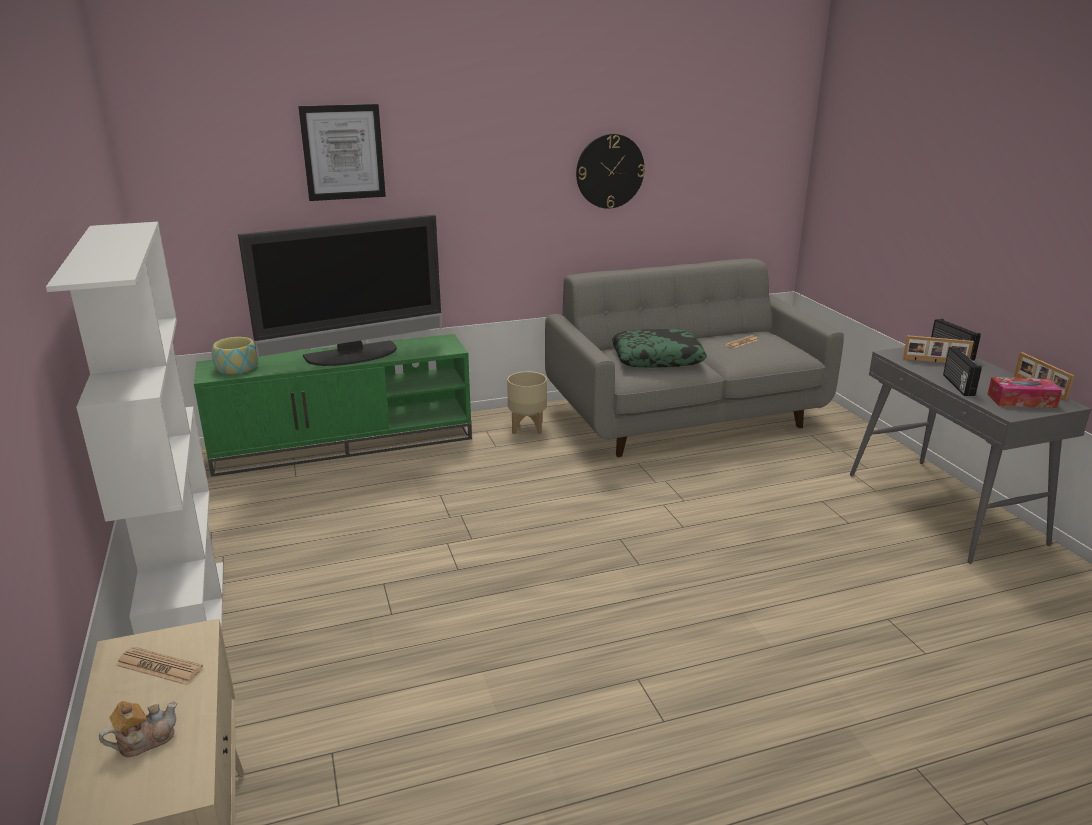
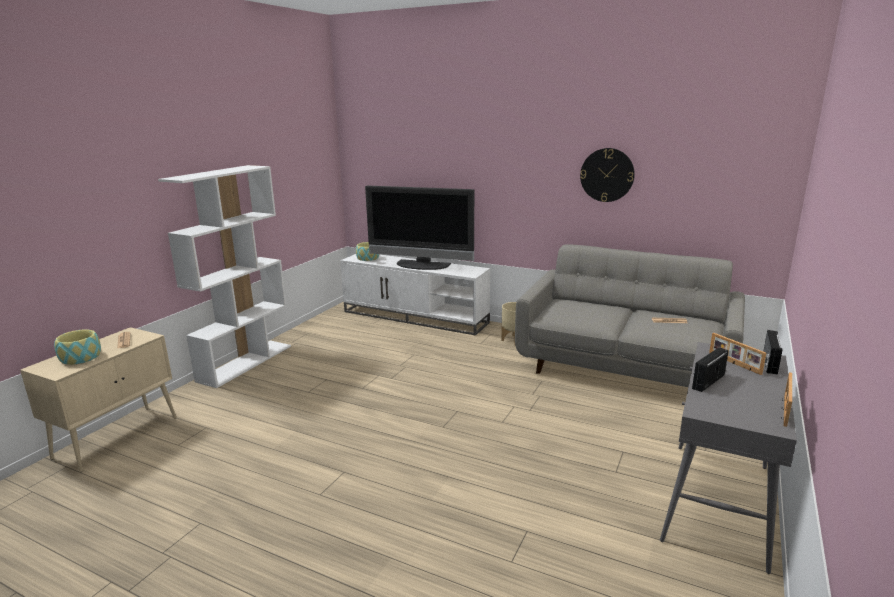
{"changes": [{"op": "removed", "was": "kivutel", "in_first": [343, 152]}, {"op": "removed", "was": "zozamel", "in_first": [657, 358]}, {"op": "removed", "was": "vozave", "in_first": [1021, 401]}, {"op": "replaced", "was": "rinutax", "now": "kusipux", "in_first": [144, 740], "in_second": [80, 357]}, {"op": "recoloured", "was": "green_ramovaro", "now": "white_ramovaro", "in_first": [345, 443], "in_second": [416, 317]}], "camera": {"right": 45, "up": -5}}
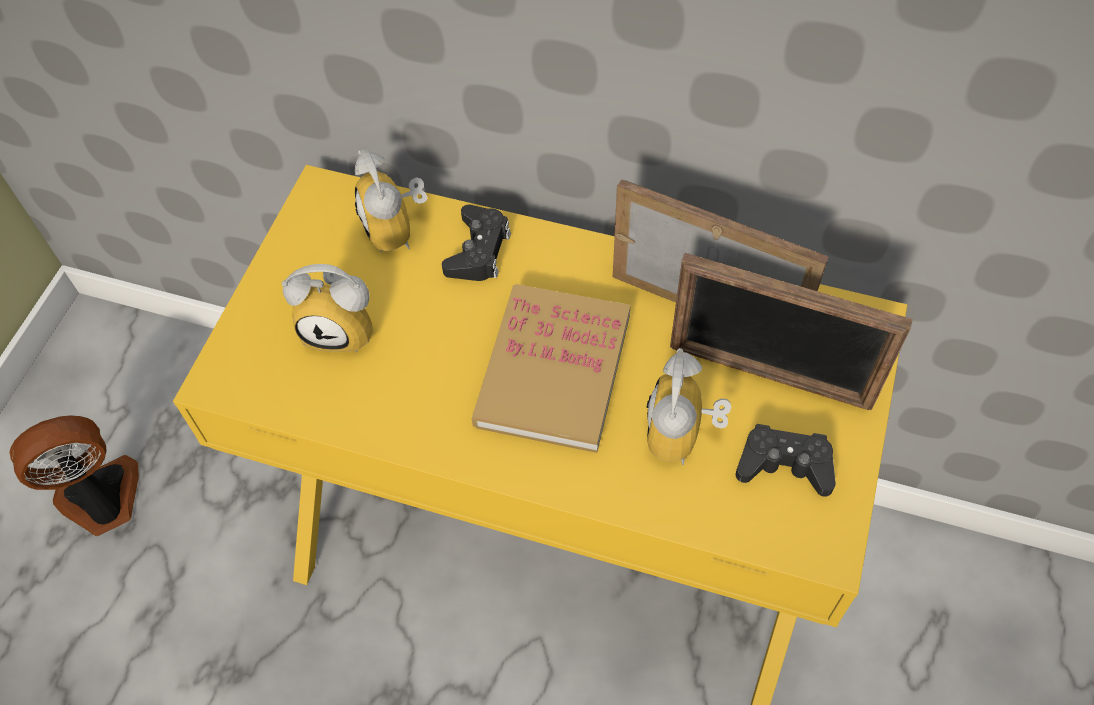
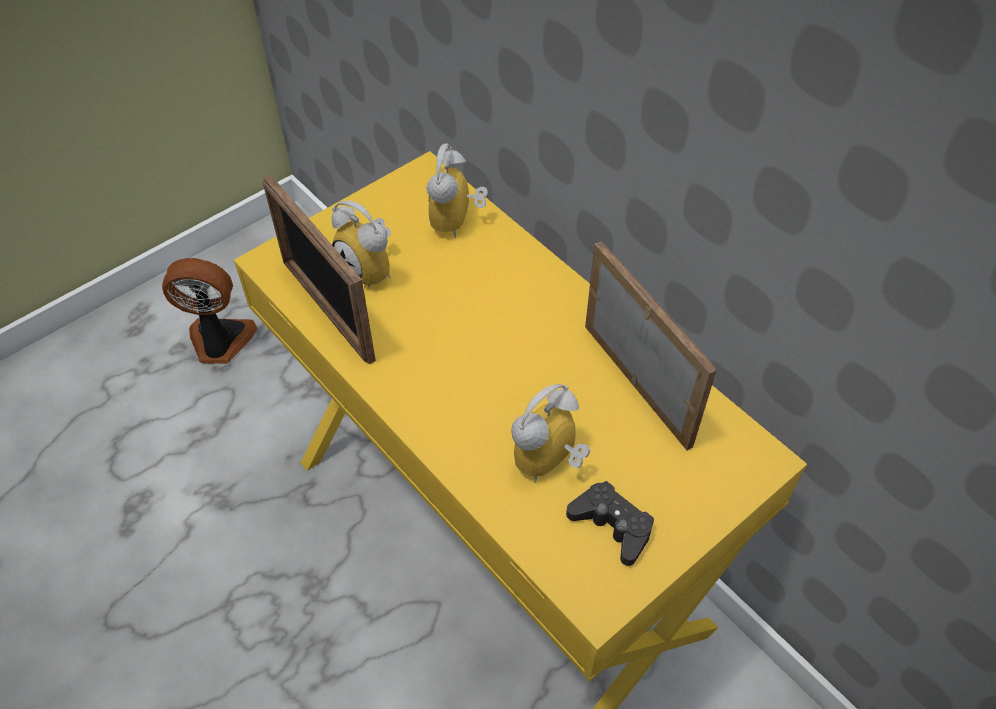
{"changes": [{"op": "removed", "was": "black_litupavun", "in_first": [478, 250]}, {"op": "removed", "was": "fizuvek", "in_first": [553, 370]}, {"op": "moved", "was": "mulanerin", "in_first": [769, 375], "in_second": [327, 309]}], "camera": {"right": 30, "up": -5}}
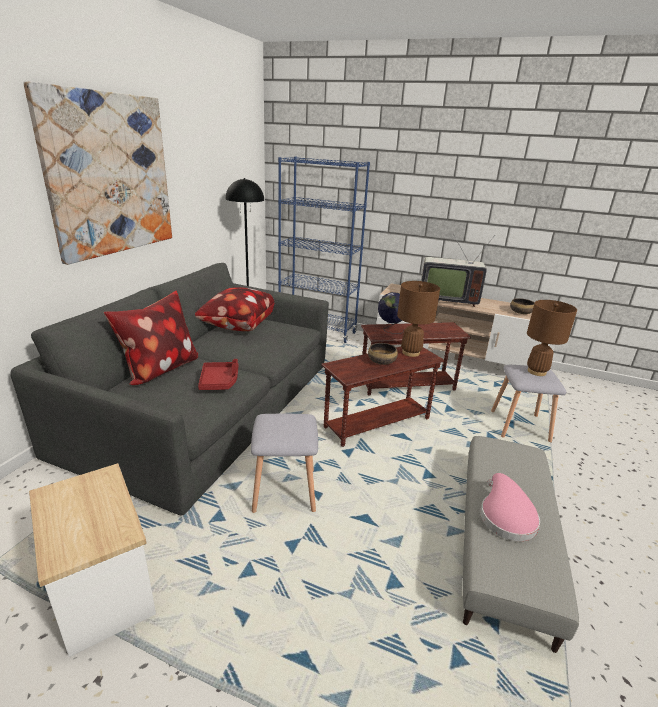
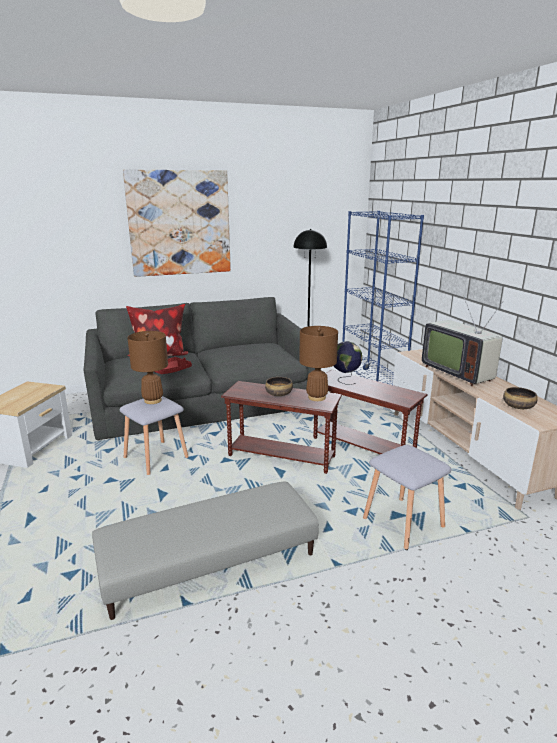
{"changes": [{"op": "removed", "was": "zozamel", "in_first": [236, 326]}, {"op": "removed", "was": "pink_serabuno", "in_first": [505, 516]}, {"op": "moved", "was": "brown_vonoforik", "in_first": [536, 371], "in_second": [153, 400]}], "camera": {"right": 50, "up": -5}}
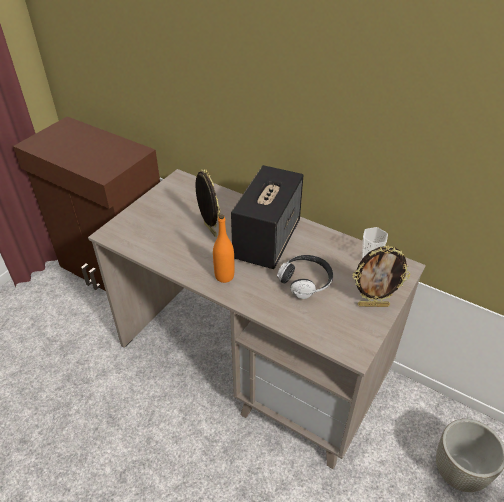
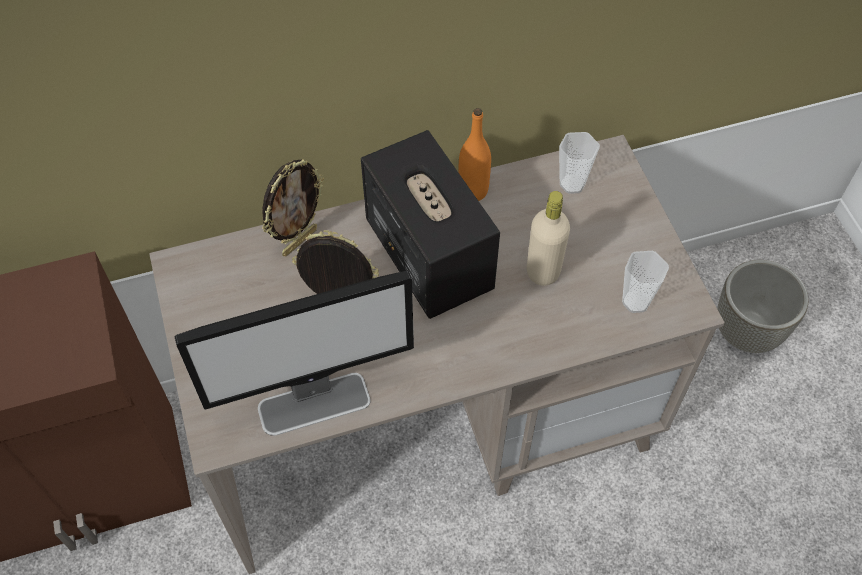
{"changes": [{"op": "added", "now": "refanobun", "in_second": [315, 403]}, {"op": "added", "now": "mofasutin", "in_second": [635, 302]}, {"op": "moved", "was": "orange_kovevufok", "in_first": [224, 276], "in_second": [473, 191]}, {"op": "moved", "was": "mulanerin", "in_first": [373, 305], "in_second": [299, 241]}, {"op": "replaced", "was": "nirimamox", "now": "beige_kovevufok", "in_first": [305, 282], "in_second": [543, 271]}], "camera": {"right": -50, "up": 15}}
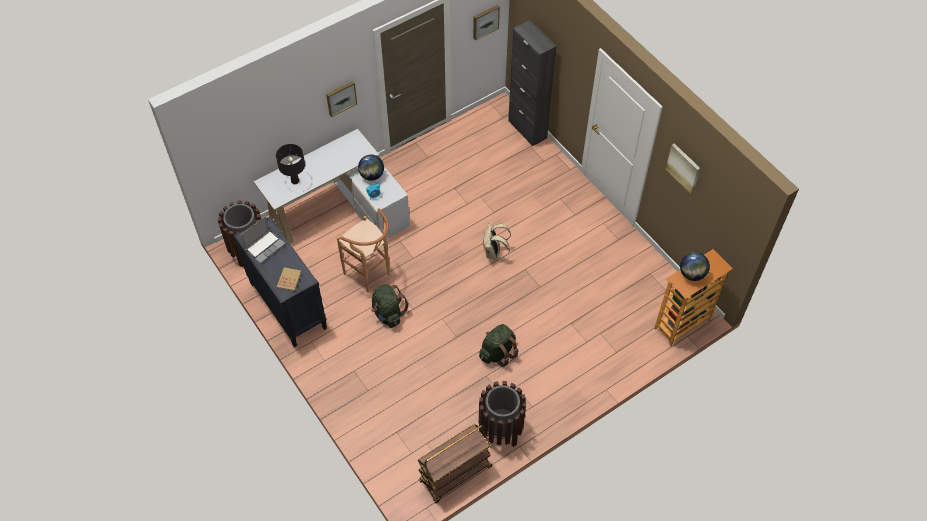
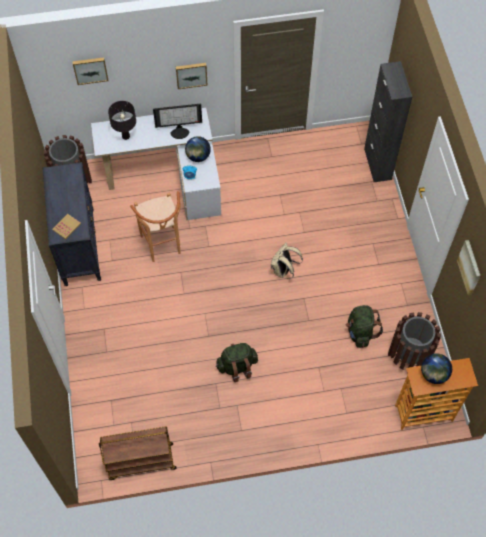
{"changes": [{"op": "removed", "was": "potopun", "in_first": [265, 246]}, {"op": "added", "now": "refanobun", "in_second": [180, 131]}, {"op": "moved", "was": "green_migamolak", "in_first": [388, 314], "in_second": [360, 332]}, {"op": "moved", "was": "kivutel", "in_first": [485, 21], "in_second": [90, 69]}, {"op": "moved", "was": "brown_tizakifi", "in_first": [500, 430], "in_second": [408, 357]}], "camera": {"right": 25, "up": 5}}
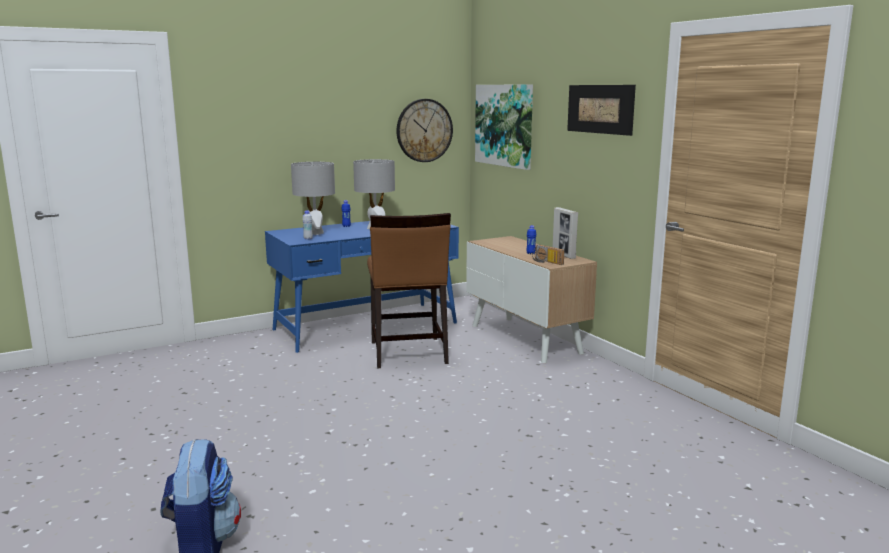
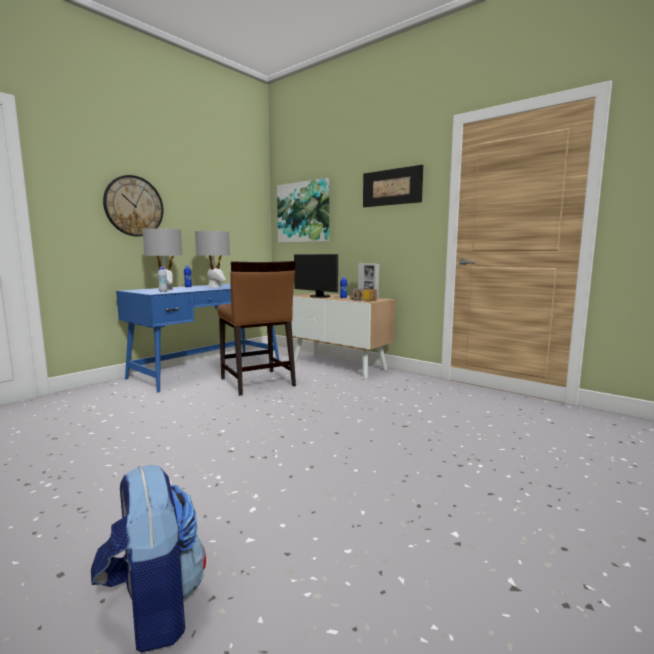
{"changes": [{"op": "added", "now": "refanobun", "in_second": [318, 296]}, {"op": "moved", "was": "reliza", "in_first": [424, 130], "in_second": [134, 206]}], "camera": {"right": -20, "up": -5}}
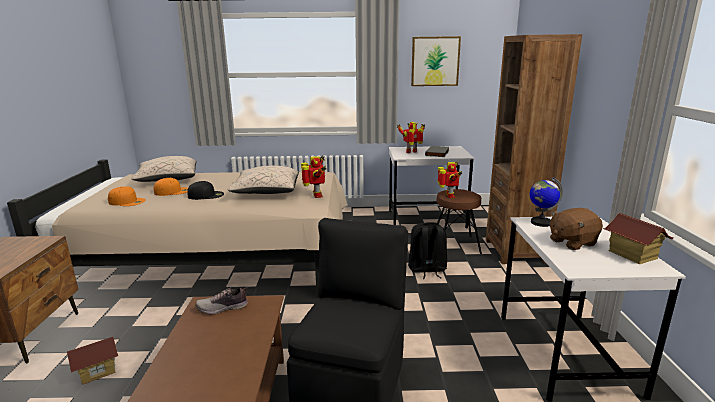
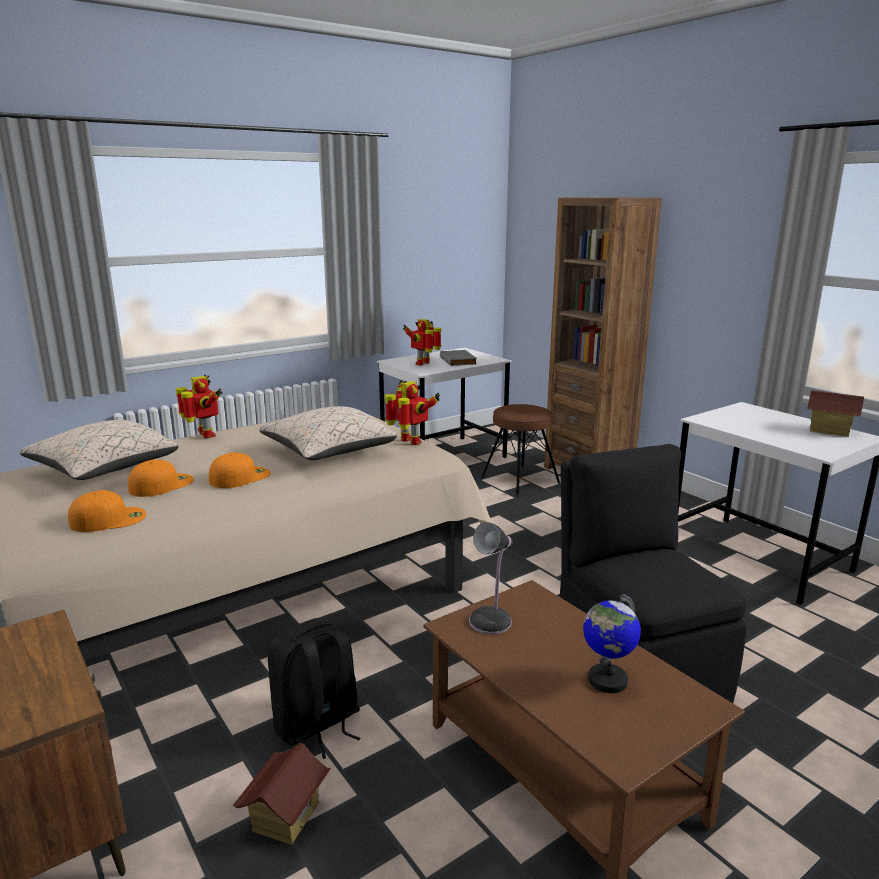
{"changes": [{"op": "removed", "was": "kivutel", "in_first": [435, 61]}, {"op": "removed", "was": "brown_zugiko", "in_first": [572, 242]}, {"op": "moved", "was": "black_migamolak", "in_first": [427, 270], "in_second": [317, 725]}, {"op": "moved", "was": "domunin", "in_first": [449, 196], "in_second": [205, 435]}, {"op": "moved", "was": "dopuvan", "in_first": [540, 222], "in_second": [607, 680]}, {"op": "replaced", "was": "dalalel", "now": "vonoforik", "in_first": [223, 308], "in_second": [492, 620]}, {"op": "recoloured", "was": "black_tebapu", "now": "orange_tebapu", "in_first": [206, 195], "in_second": [240, 477]}], "camera": {"right": -35, "up": 0}}
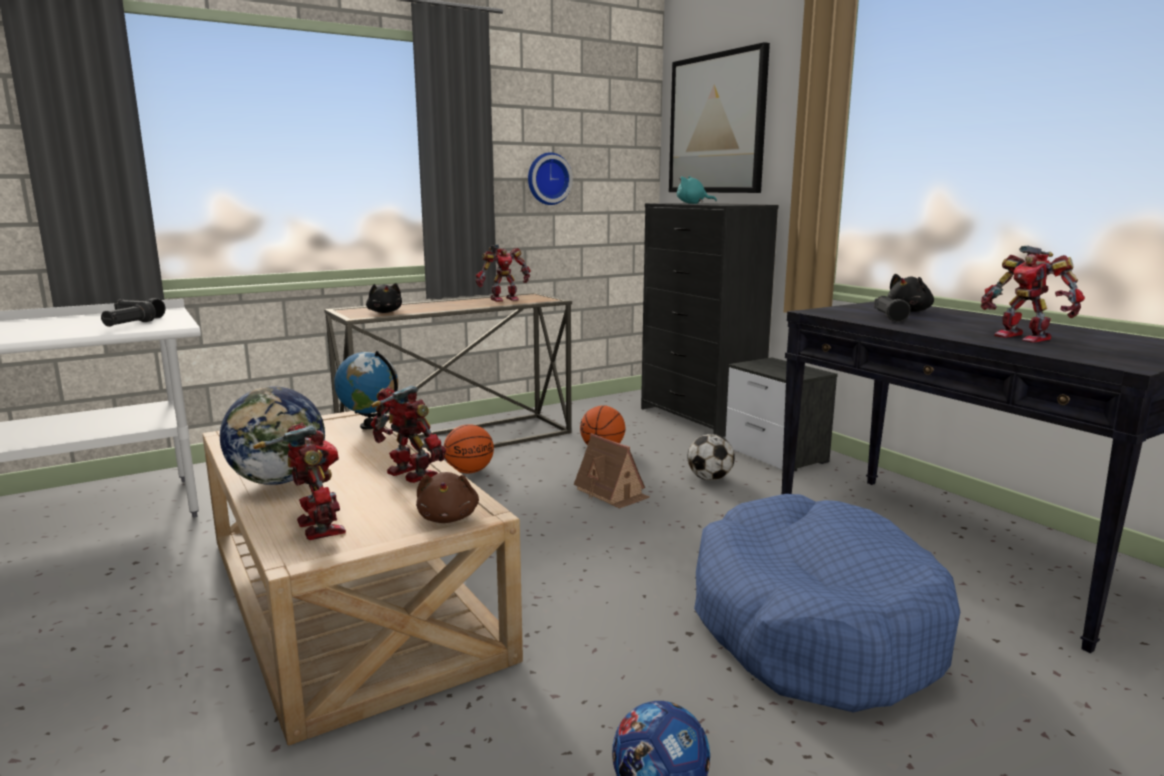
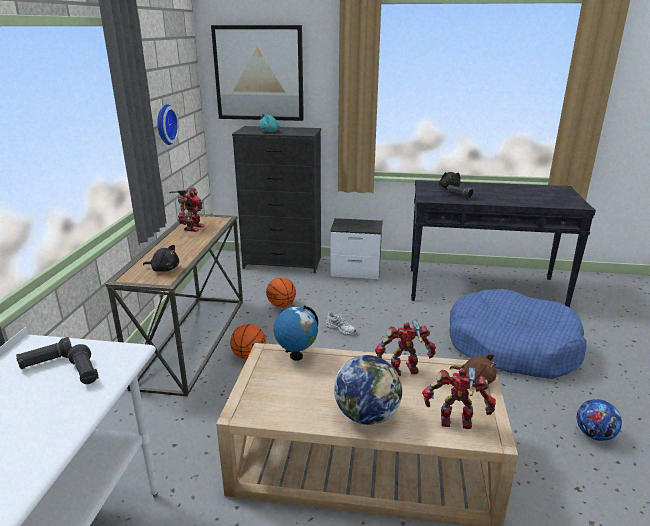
{"changes": [{"op": "removed", "was": "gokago", "in_first": [709, 479]}, {"op": "removed", "was": "domunin", "in_first": [1024, 337]}, {"op": "replaced", "was": "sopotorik", "now": "white_dalalel", "in_first": [612, 493], "in_second": [340, 329]}], "camera": {"right": -50, "up": 10}}
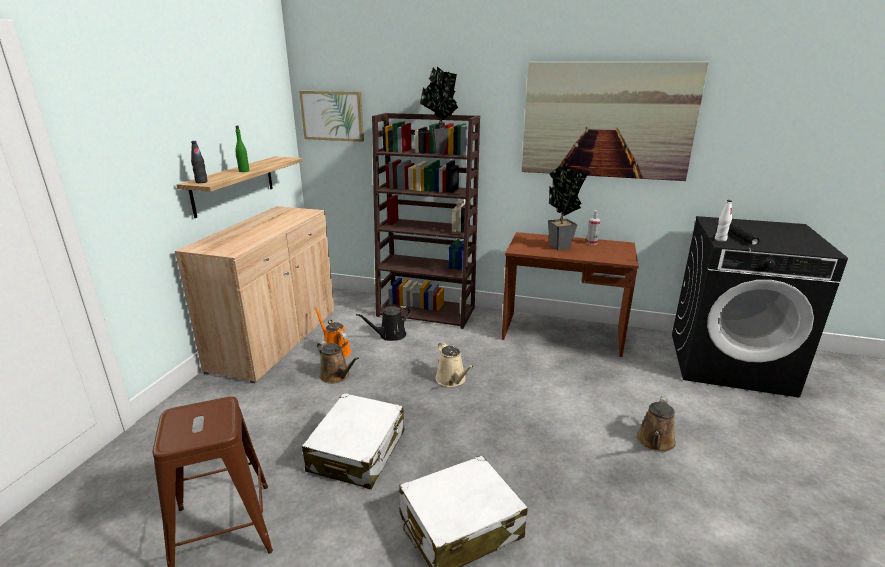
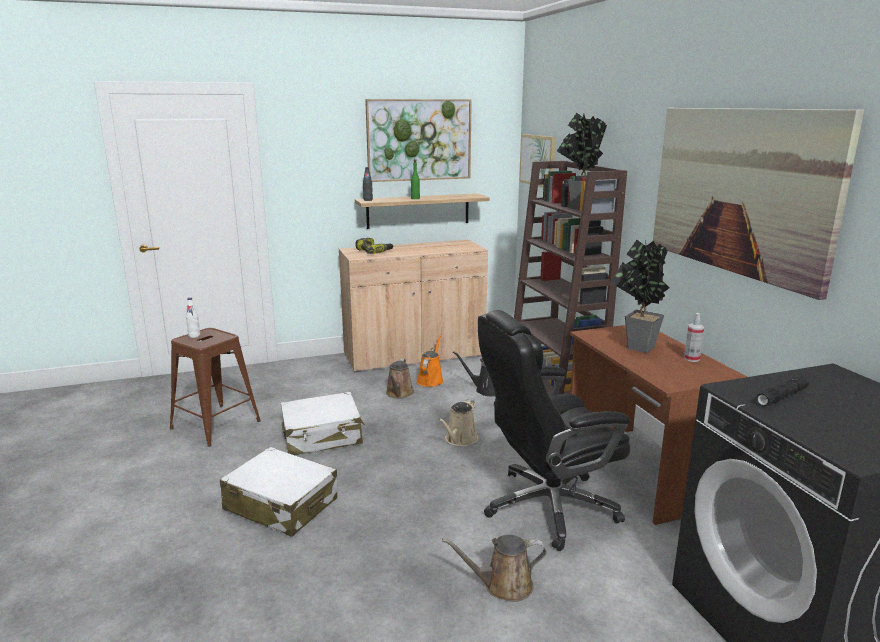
{"changes": [{"op": "added", "now": "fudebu", "in_second": [374, 251]}, {"op": "added", "now": "kivutel", "in_second": [419, 140]}, {"op": "added", "now": "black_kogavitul", "in_second": [547, 507]}, {"op": "moved", "was": "white_kovevufok", "in_first": [720, 239], "in_second": [194, 336]}], "camera": {"right": 55, "up": -5}}
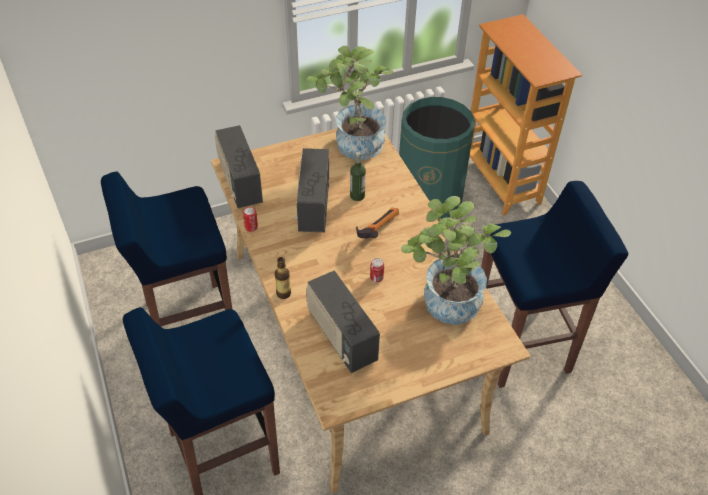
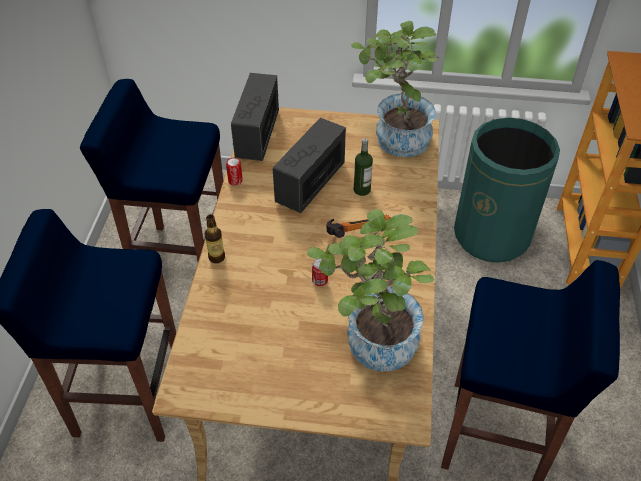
{"changes": [{"op": "removed", "was": "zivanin", "in_first": [341, 337]}], "camera": {"right": 30, "up": 0}}
